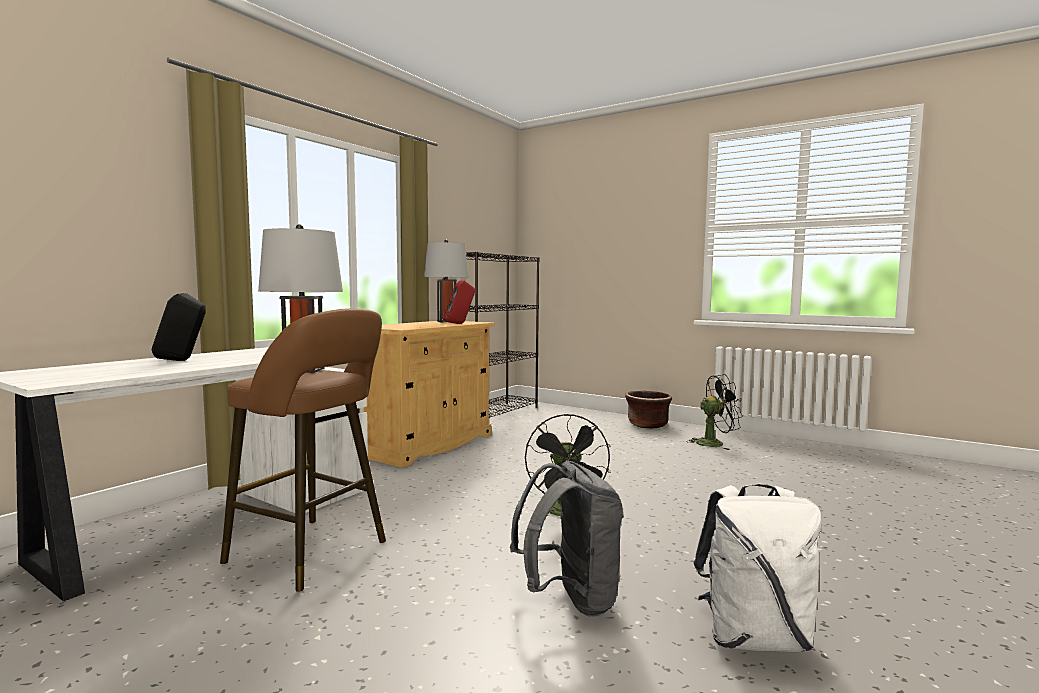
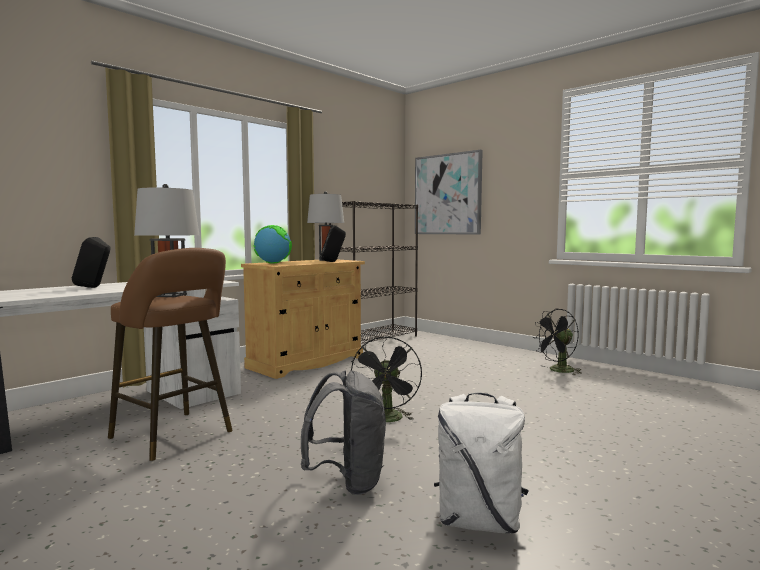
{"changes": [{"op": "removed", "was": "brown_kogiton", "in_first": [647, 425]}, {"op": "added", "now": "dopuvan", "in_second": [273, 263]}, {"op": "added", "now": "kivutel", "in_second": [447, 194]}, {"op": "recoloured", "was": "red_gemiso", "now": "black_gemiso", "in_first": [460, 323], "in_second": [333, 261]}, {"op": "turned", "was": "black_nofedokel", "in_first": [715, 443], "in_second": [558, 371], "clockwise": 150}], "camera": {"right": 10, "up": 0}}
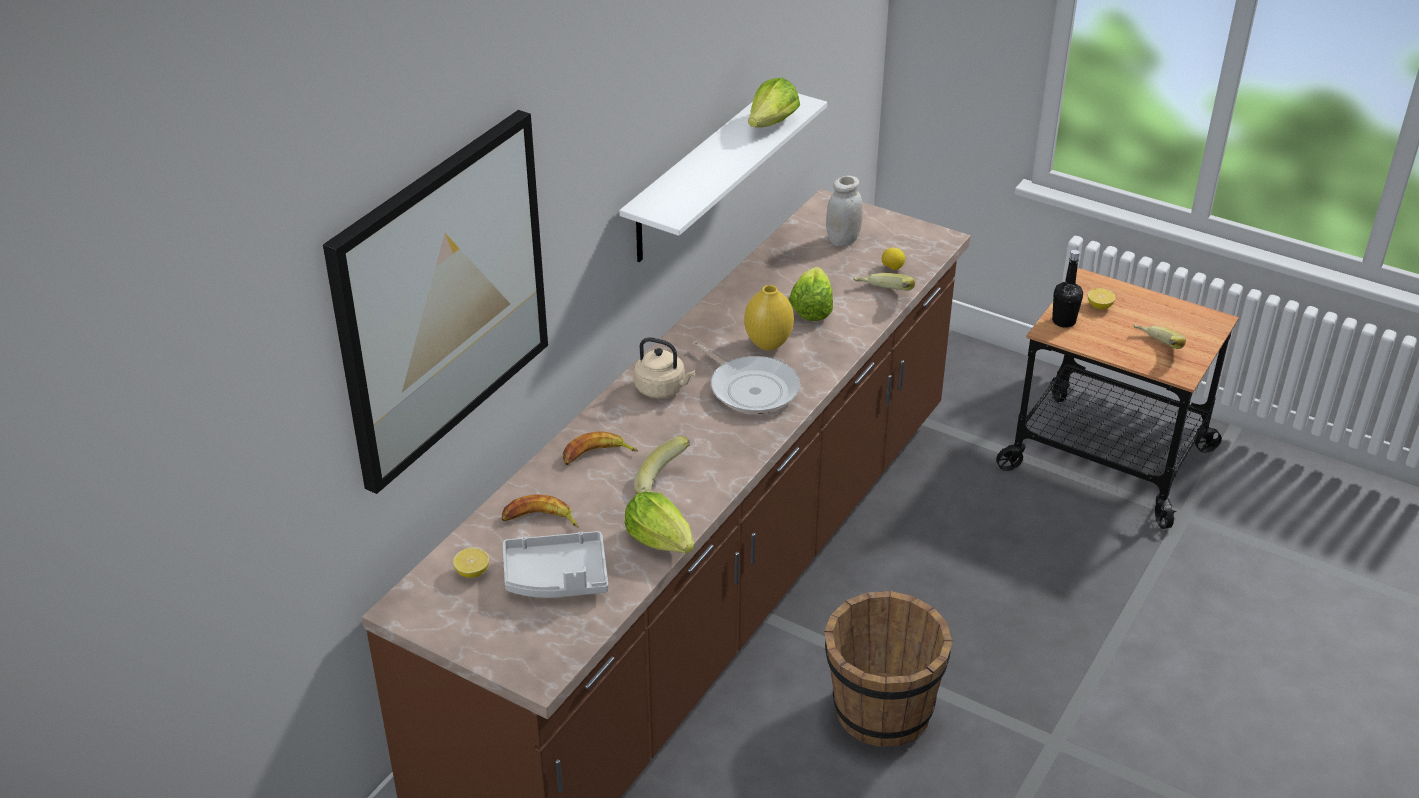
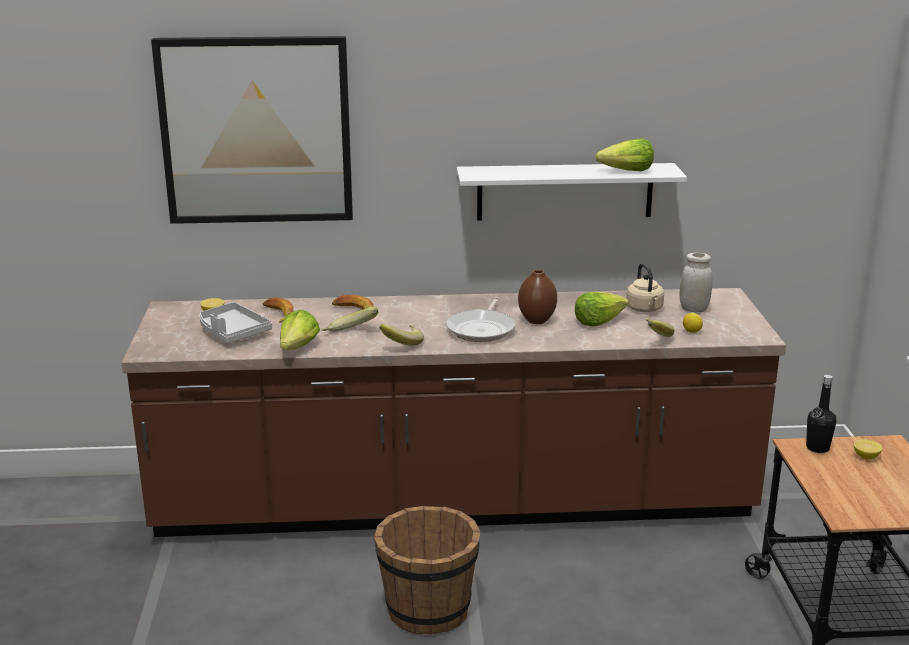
{"changes": [{"op": "moved", "was": "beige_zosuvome", "in_first": [662, 389], "in_second": [645, 309]}, {"op": "moved", "was": "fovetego", "in_first": [1155, 348], "in_second": [401, 343]}, {"op": "recoloured", "was": "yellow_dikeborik", "now": "brown_dikeborik", "in_first": [768, 344], "in_second": [537, 321]}], "camera": {"right": 55, "up": -15}}
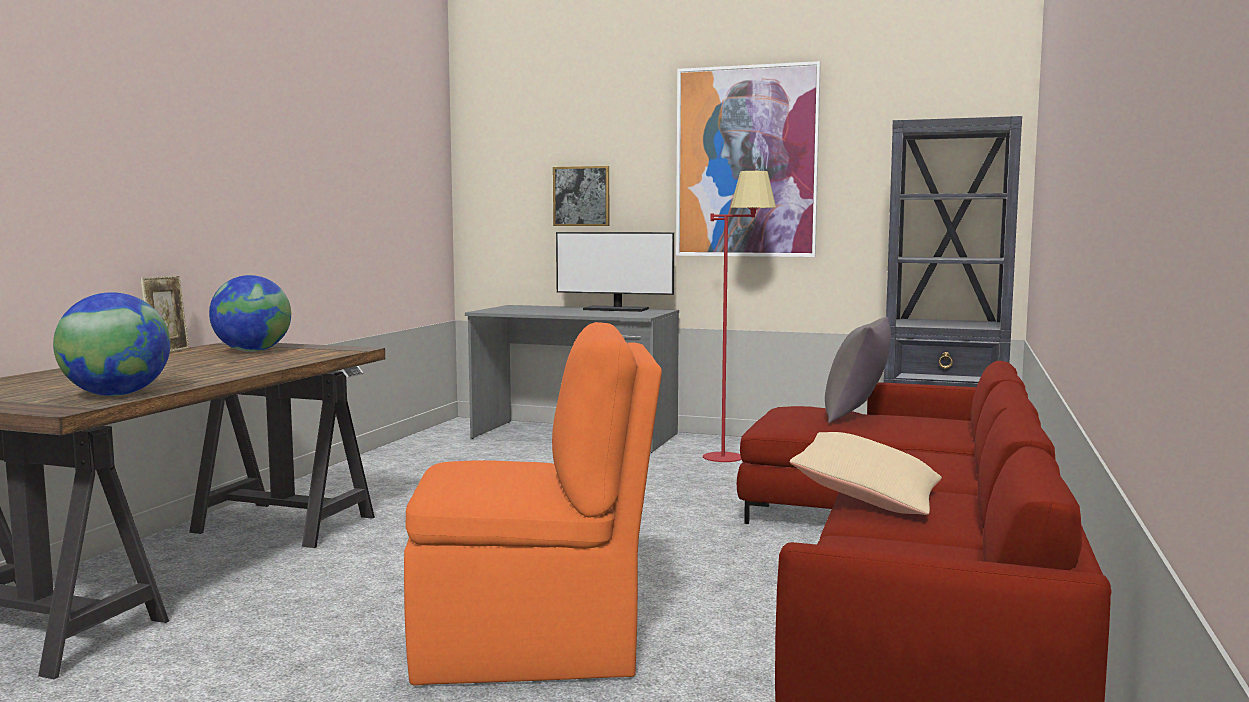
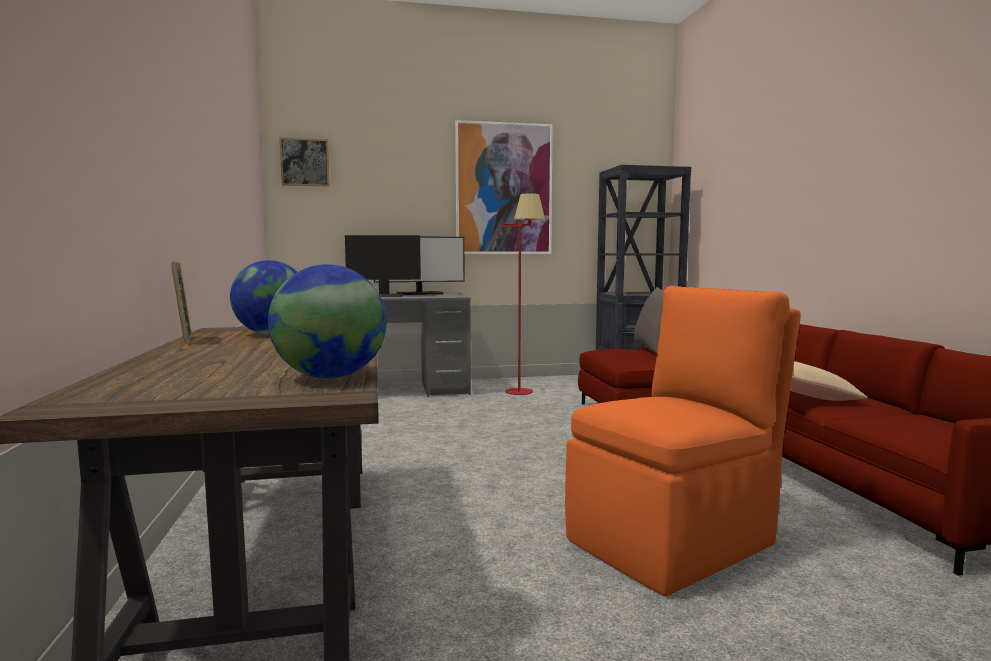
{"changes": [{"op": "added", "now": "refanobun", "in_second": [383, 296]}, {"op": "moved", "was": "kivutel", "in_first": [581, 196], "in_second": [305, 162]}], "camera": {"right": -30, "up": 0}}
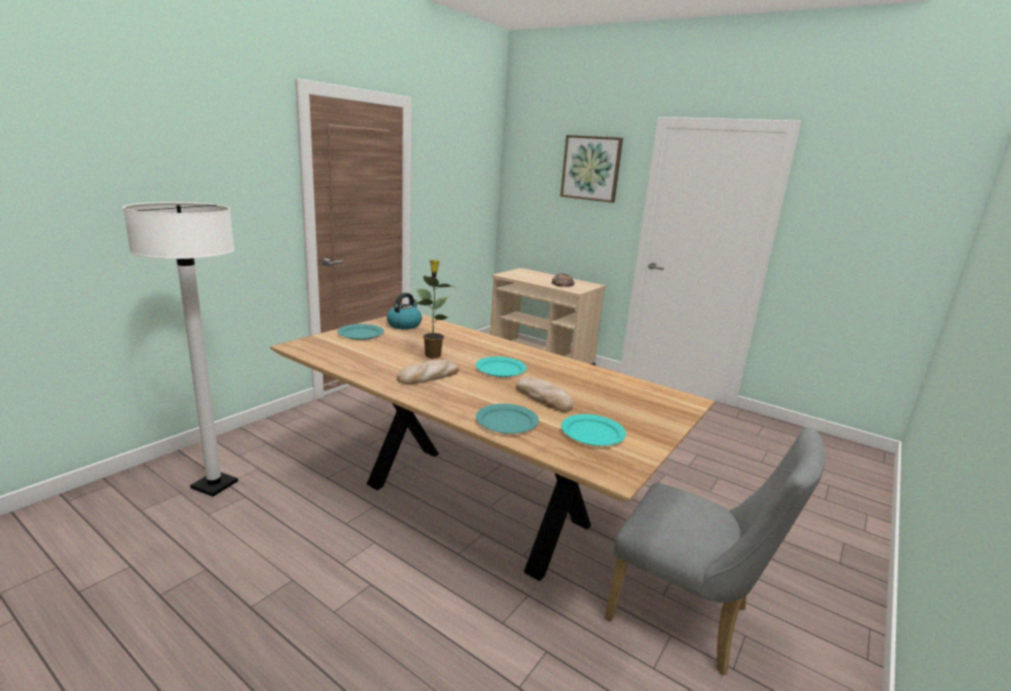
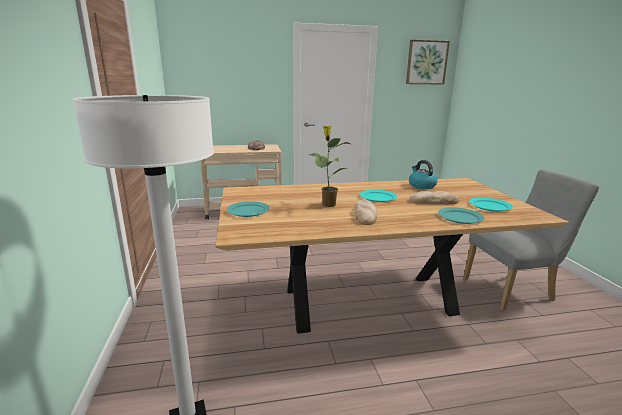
{"changes": [{"op": "moved", "was": "zosuvome", "in_first": [404, 325], "in_second": [421, 185]}, {"op": "moved", "was": "kivutel", "in_first": [591, 168], "in_second": [426, 62]}], "camera": {"right": -45, "up": 0}}
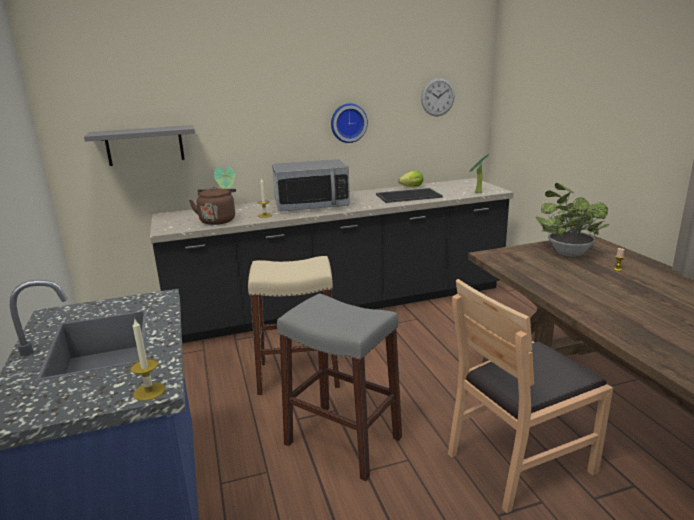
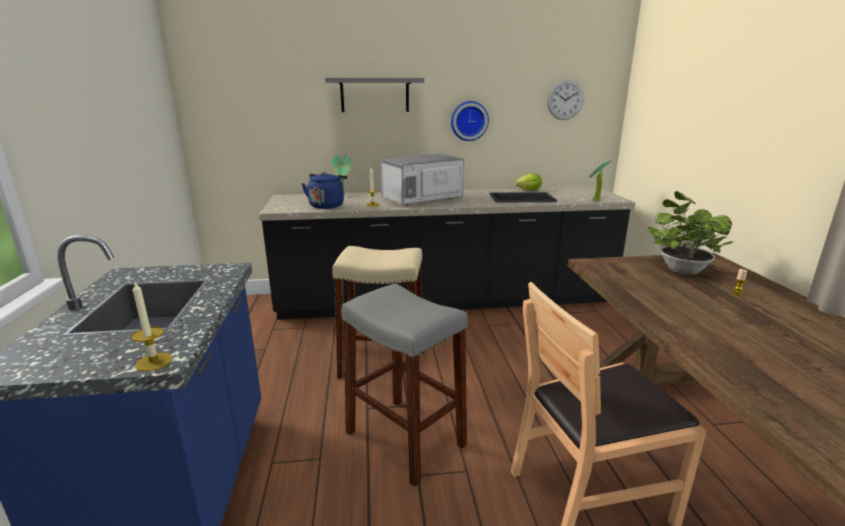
{"changes": [{"op": "moved", "was": "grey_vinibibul", "in_first": [145, 145], "in_second": [374, 95]}, {"op": "recoloured", "was": "brown_zosuvome", "now": "blue_zosuvome", "in_first": [218, 220], "in_second": [327, 205]}, {"op": "turned", "was": "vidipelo", "in_first": [311, 205], "in_second": [422, 199], "clockwise": 150}], "camera": {"right": 10, "up": 0}}
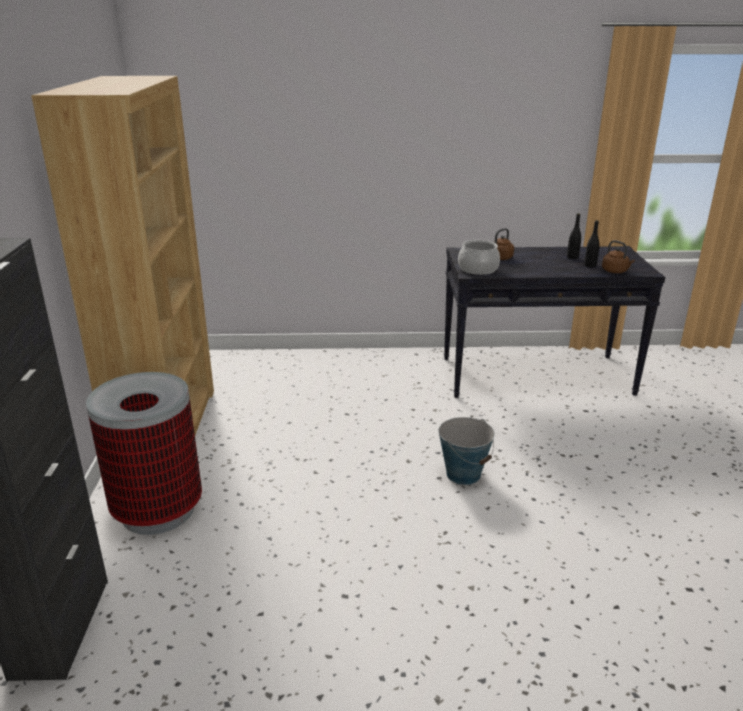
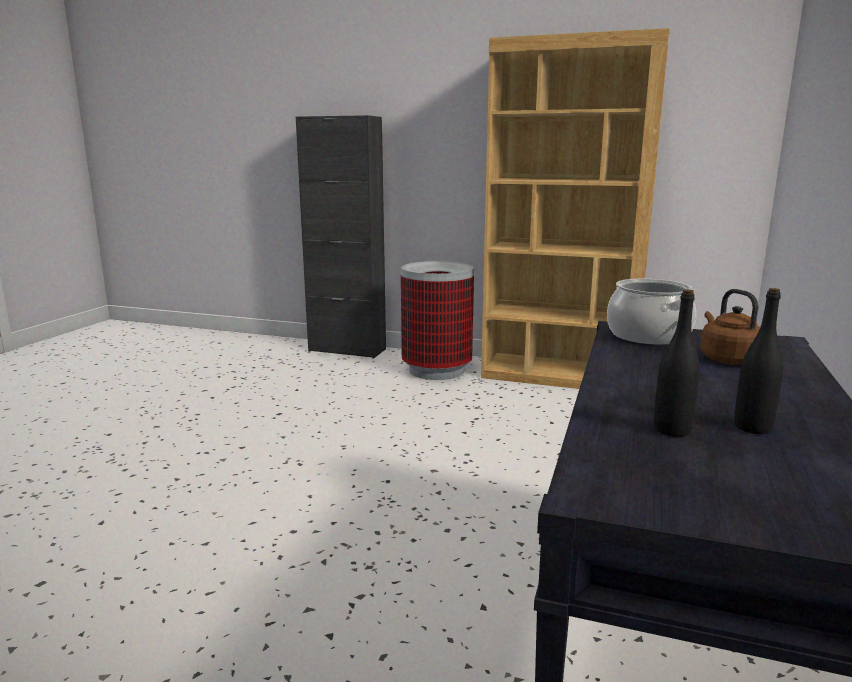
{"changes": [{"op": "removed", "was": "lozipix", "in_first": [463, 474]}, {"op": "removed", "was": "brown_zosuvome", "in_first": [615, 271]}], "camera": {"right": 110, "up": -10}}
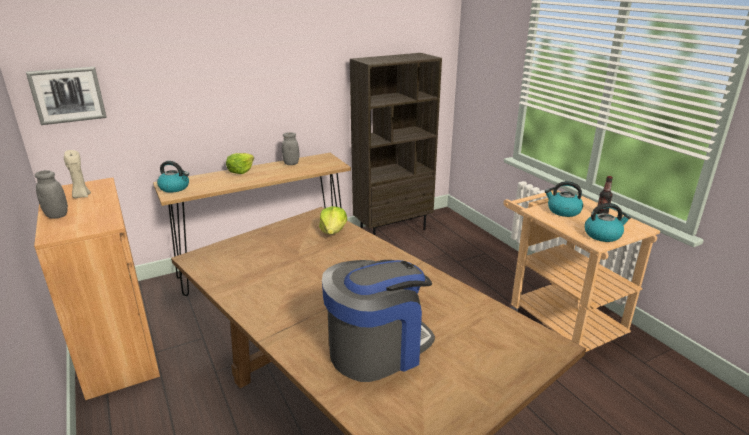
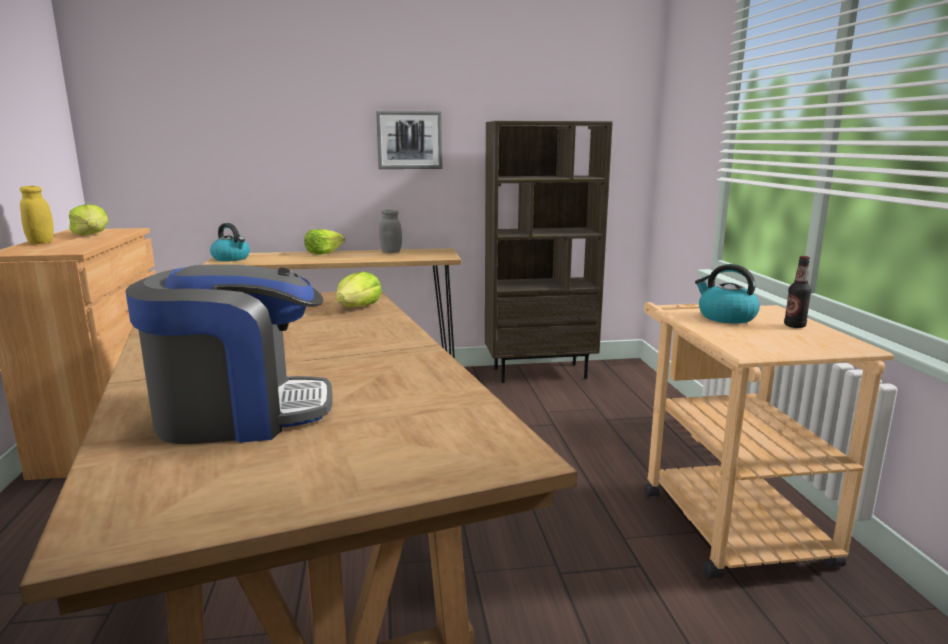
{"changes": [{"op": "removed", "was": "zosuvome", "in_first": [603, 235]}, {"op": "moved", "was": "kivutel", "in_first": [68, 95], "in_second": [409, 140]}, {"op": "replaced", "was": "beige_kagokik", "now": "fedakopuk", "in_first": [81, 196], "in_second": [91, 235]}, {"op": "recoloured", "was": "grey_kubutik", "now": "yellow_kubutik", "in_first": [57, 215], "in_second": [41, 242]}], "camera": {"right": 20, "up": -10}}
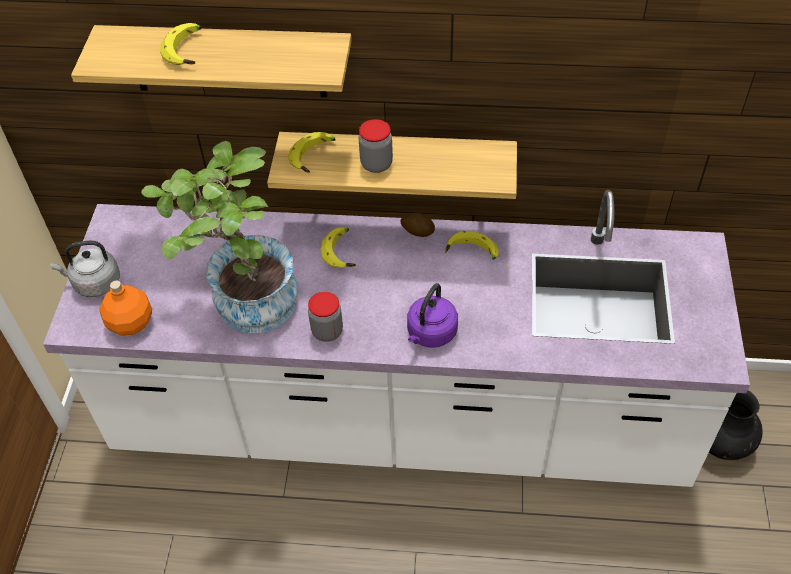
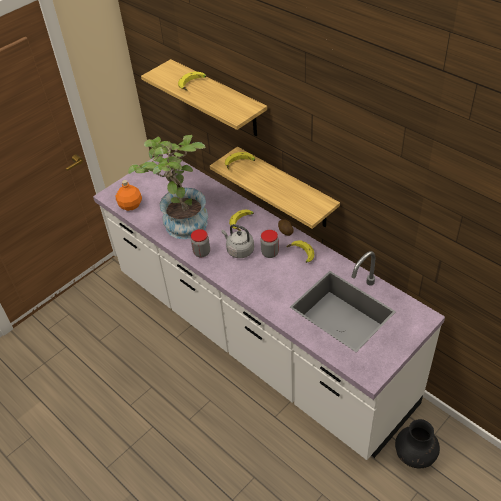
{"changes": [{"op": "removed", "was": "purple_zosuvome", "in_first": [430, 334]}, {"op": "moved", "was": "grey_zosuvome", "in_first": [94, 283], "in_second": [239, 250]}, {"op": "moved", "was": "kubutik", "in_first": [376, 164], "in_second": [270, 253]}], "camera": {"right": 40, "up": -5}}
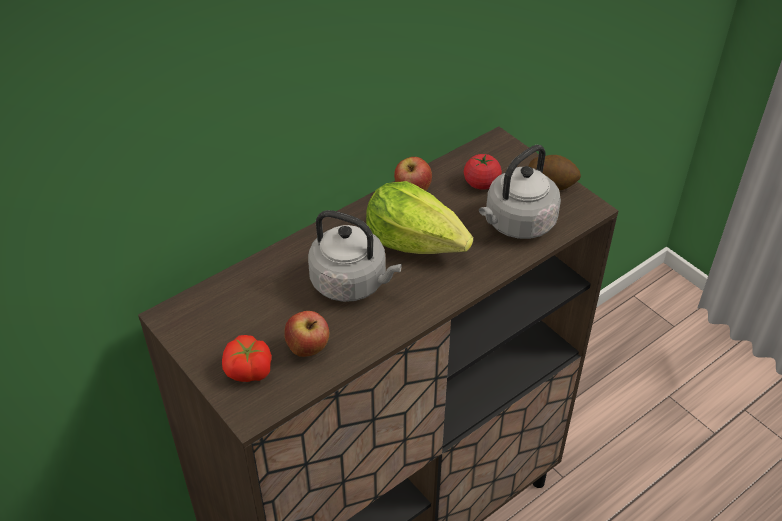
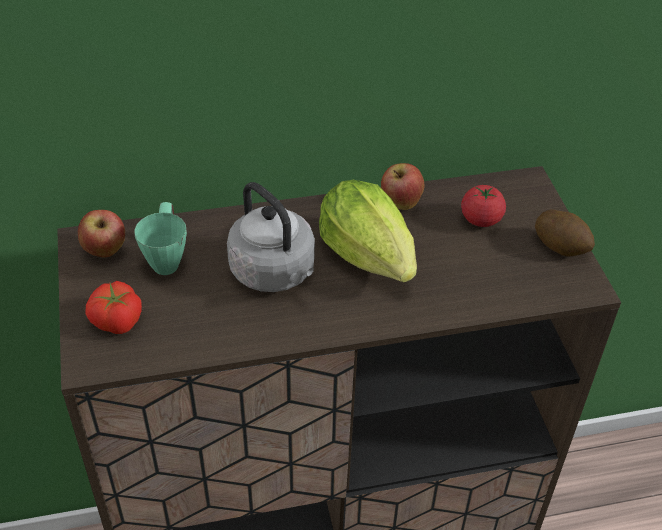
{"changes": [{"op": "removed", "was": "grey_zosuvome", "in_first": [517, 224]}, {"op": "added", "now": "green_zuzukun", "in_second": [167, 257]}, {"op": "moved", "was": "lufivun", "in_first": [308, 349], "in_second": [105, 251]}], "camera": {"right": 25, "up": 0}}
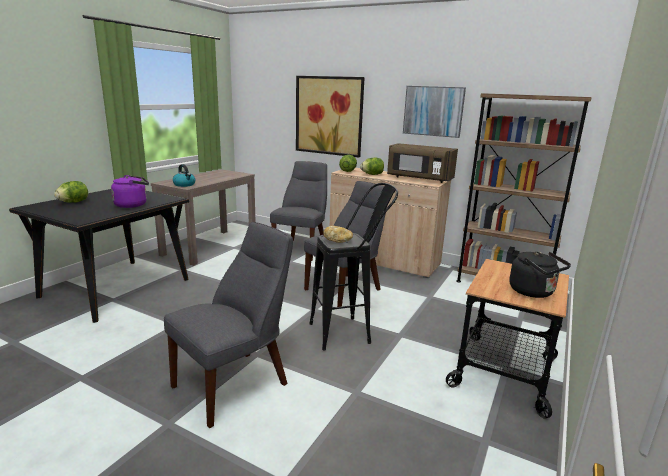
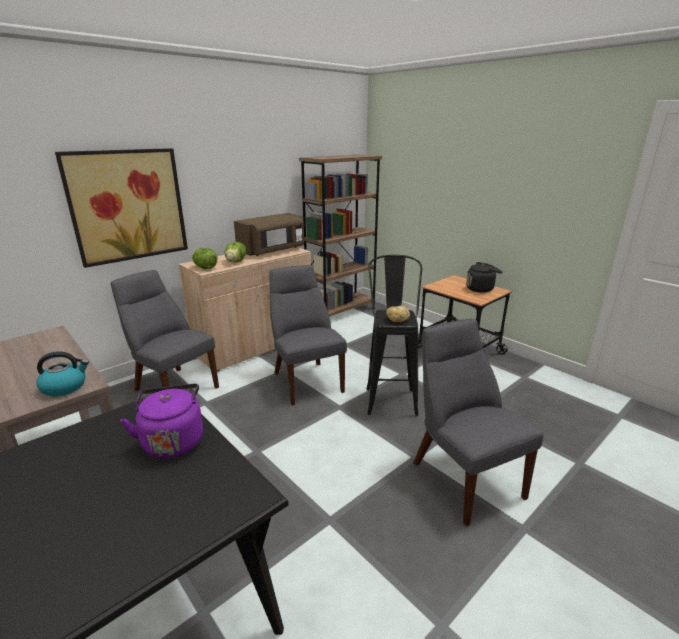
{"changes": [{"op": "removed", "was": "fedakopuk", "in_first": [73, 202]}, {"op": "removed", "was": "kivutel", "in_first": [433, 111]}], "camera": {"right": -70, "up": 5}}
